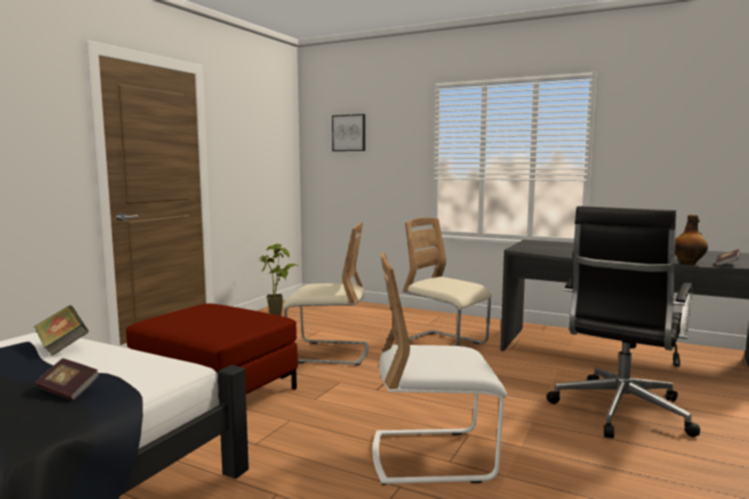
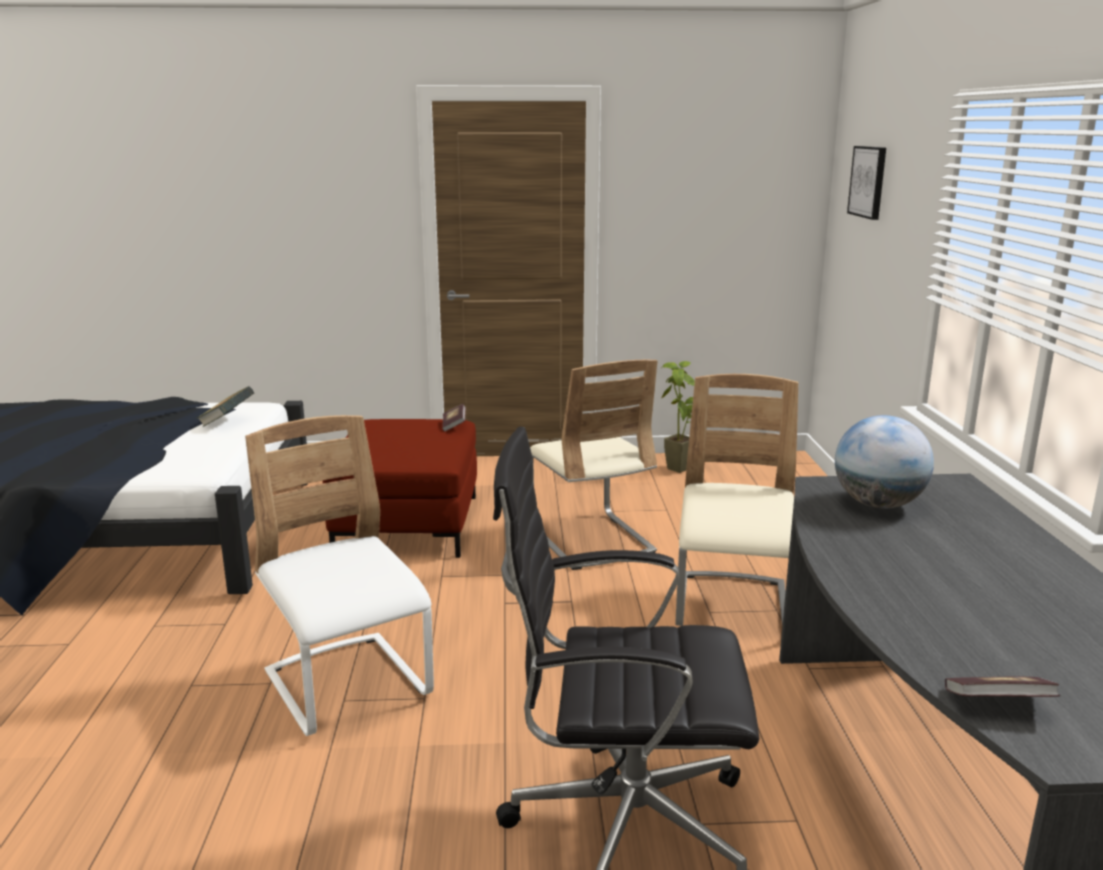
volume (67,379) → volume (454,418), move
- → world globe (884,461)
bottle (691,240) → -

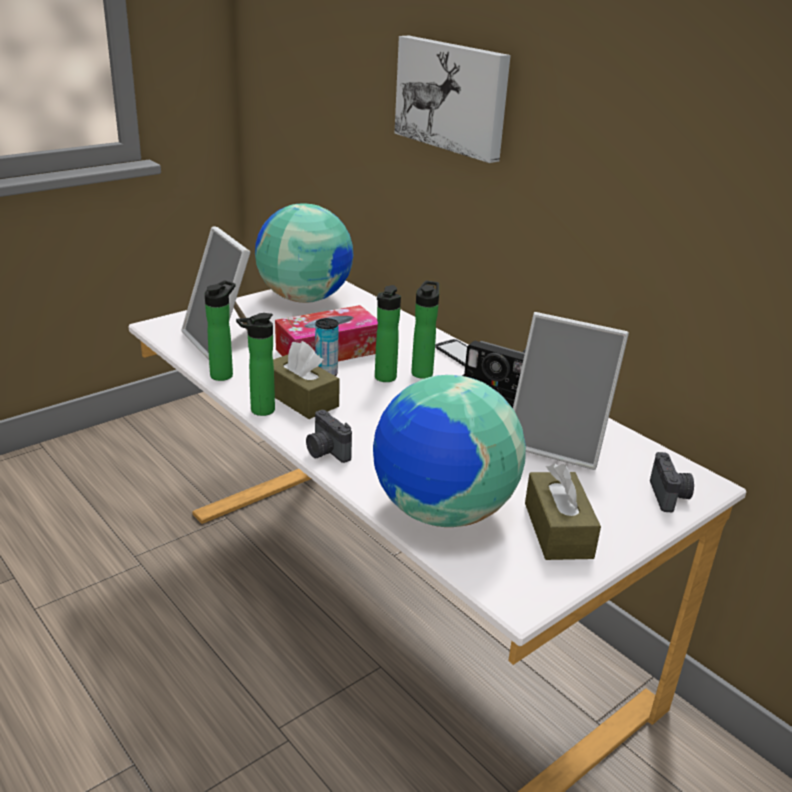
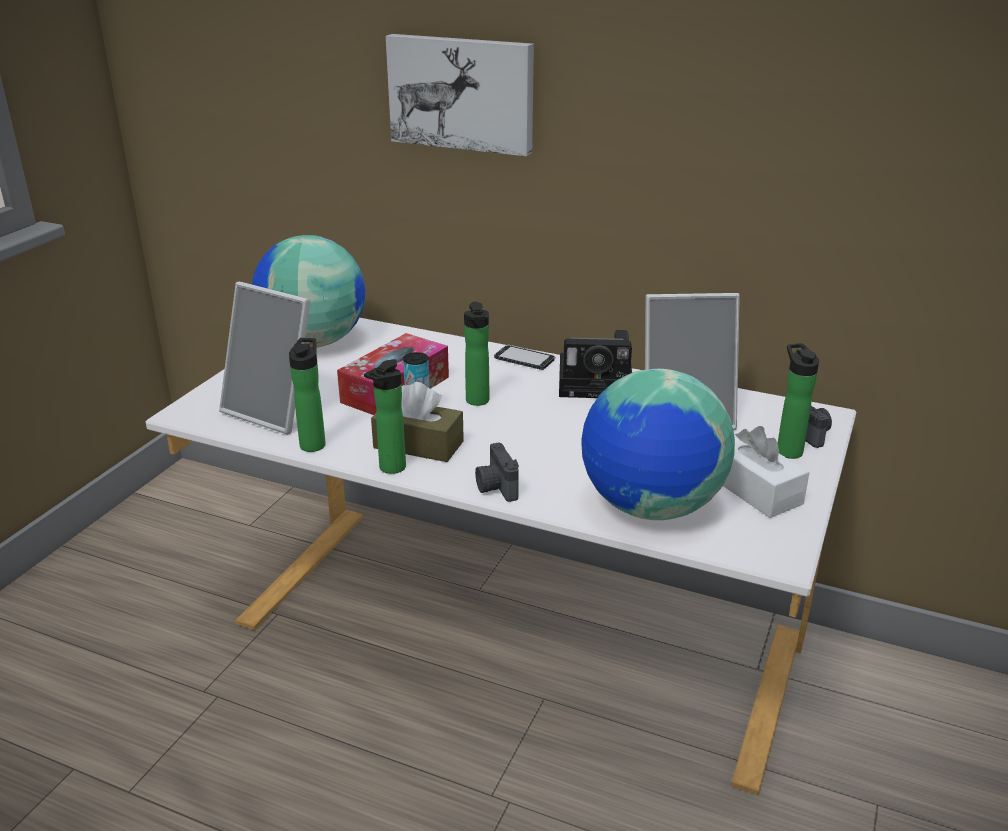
still camera (329,436) → still camera (497,472), 45 degrees clockwise
brownish tissue holder (563,512) → white-coloured tissue holder (766,472)
bottle (425,330) → bottle (798,401), move

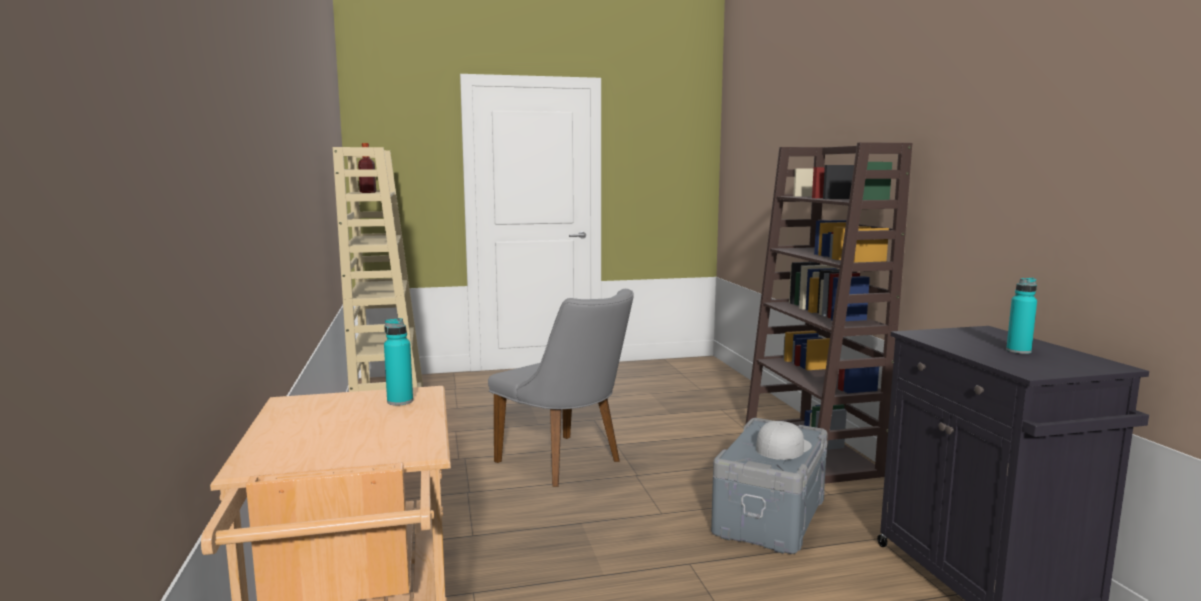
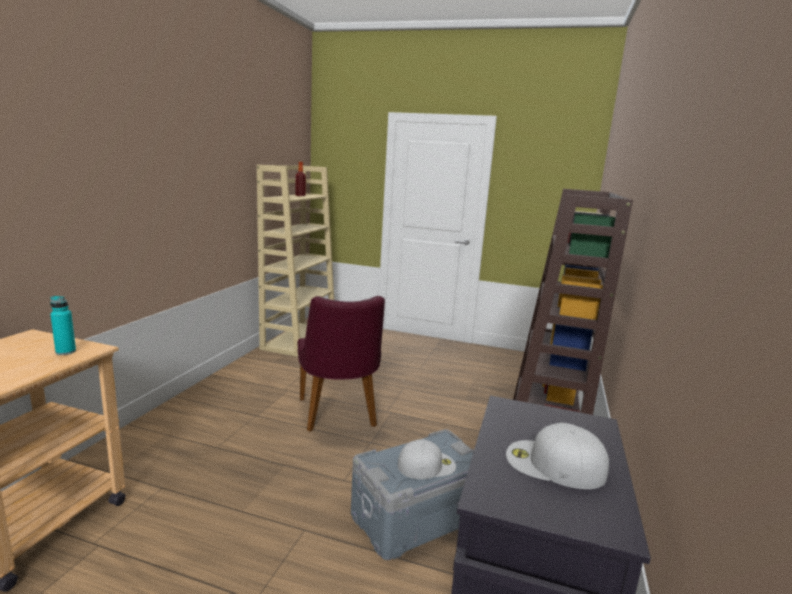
gray chair (561,388) → purple-coloured chair (341,364)
turquoise-coloured bottle (1021,316) → white-coloured cap (557,456)

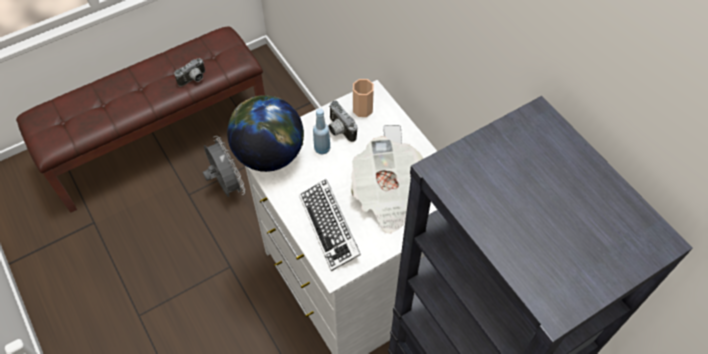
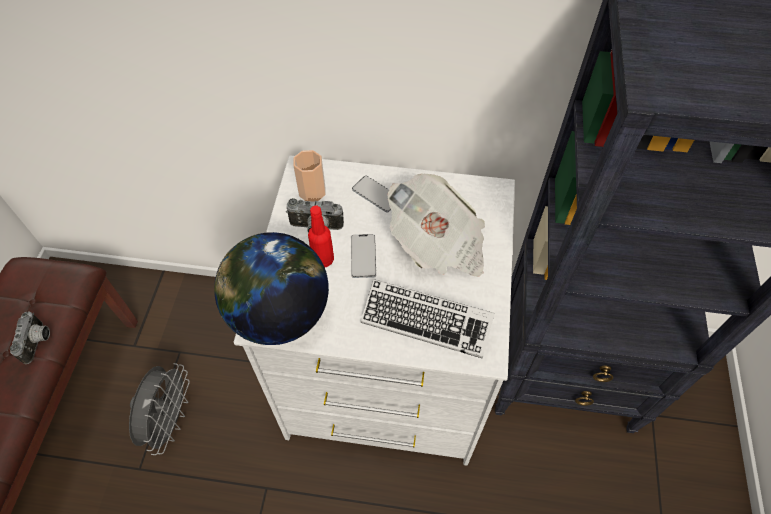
gray cooling fan (224,166) → gray cooling fan (159,409), 90 degrees clockwise
blue bottle (321,131) → reddish bottle (321,236)
- → phone (363,256)

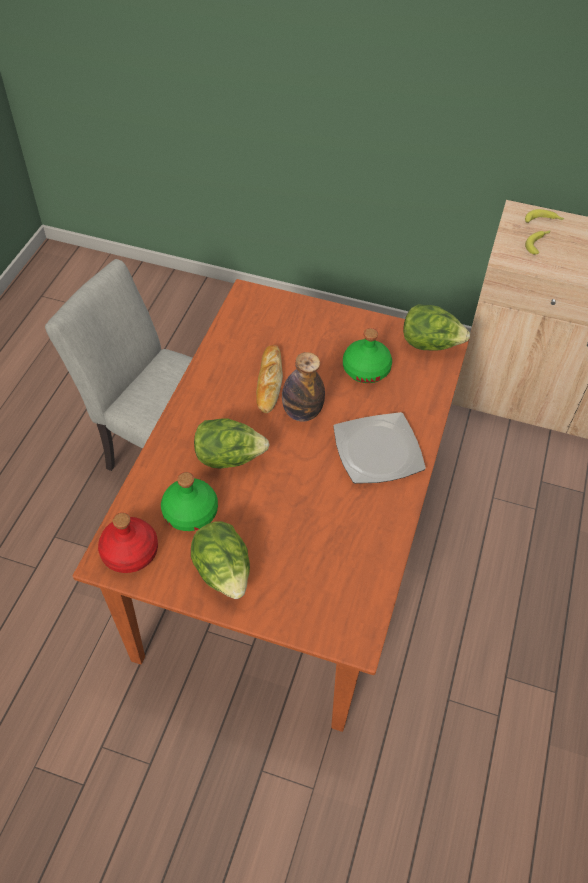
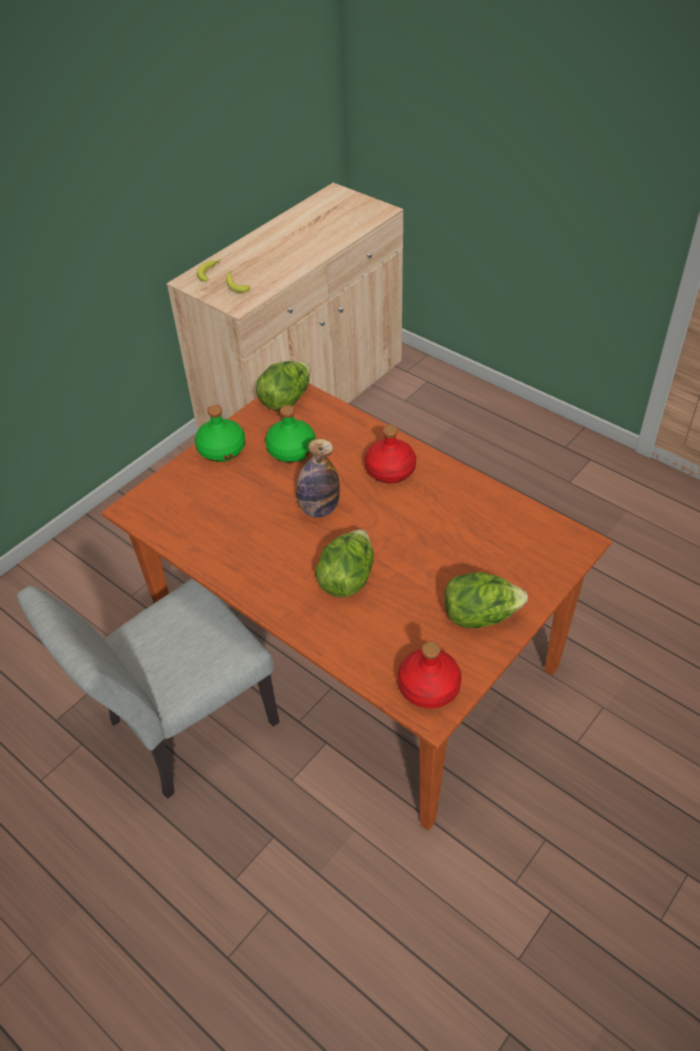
green-coloured bottle (189,501) → green-coloured bottle (220,433), move
dinner plate (379,448) → reddish bottle (390,454)
baked bread (269,379) → -

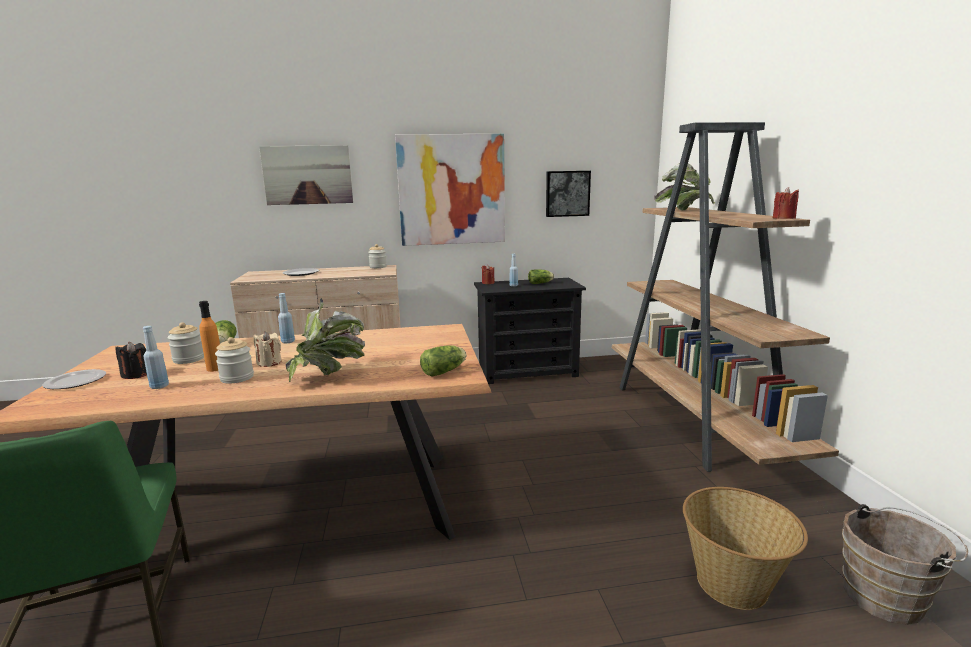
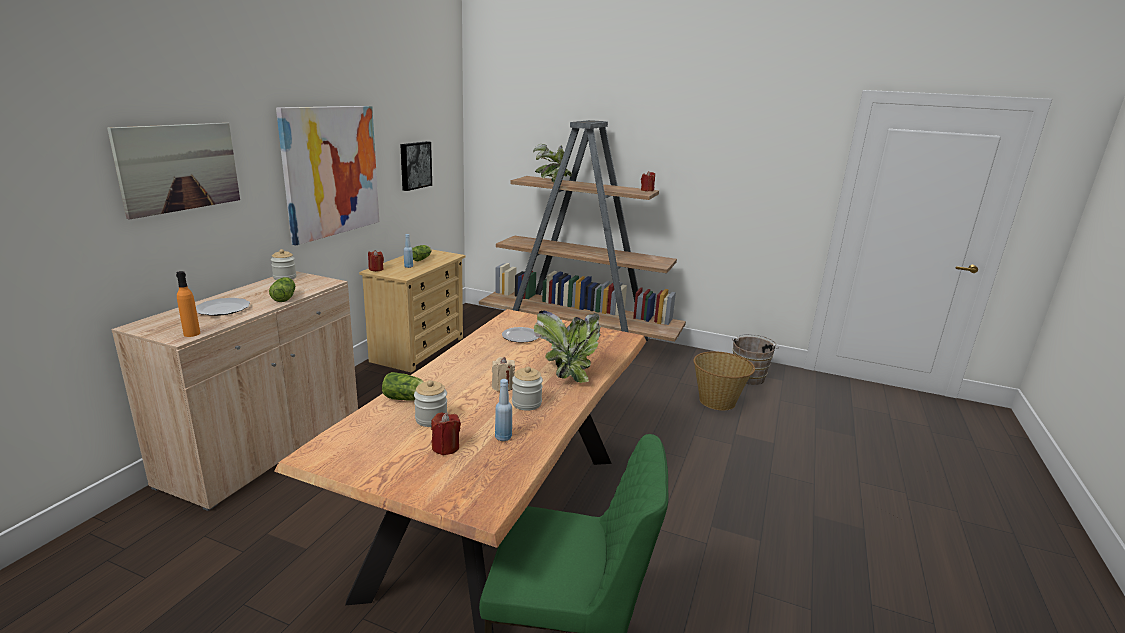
orange-coloured bottle (209,336) → orange-coloured bottle (188,304), move
head of lettuce (443,361) → head of lettuce (282,289), move
black dresser (530,331) → beige-coloured dresser (412,310)
black wax light (131,360) → reddish wax light (446,434)
dinner plate (74,379) → dinner plate (520,335), move
blue bottle (286,318) → -

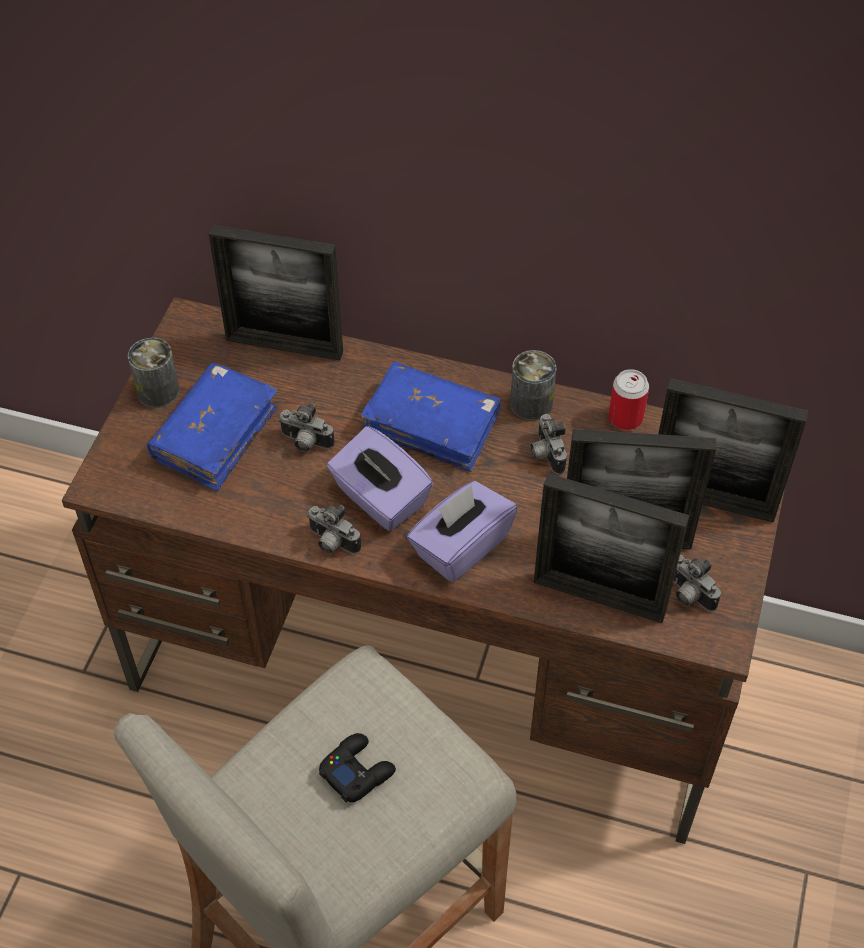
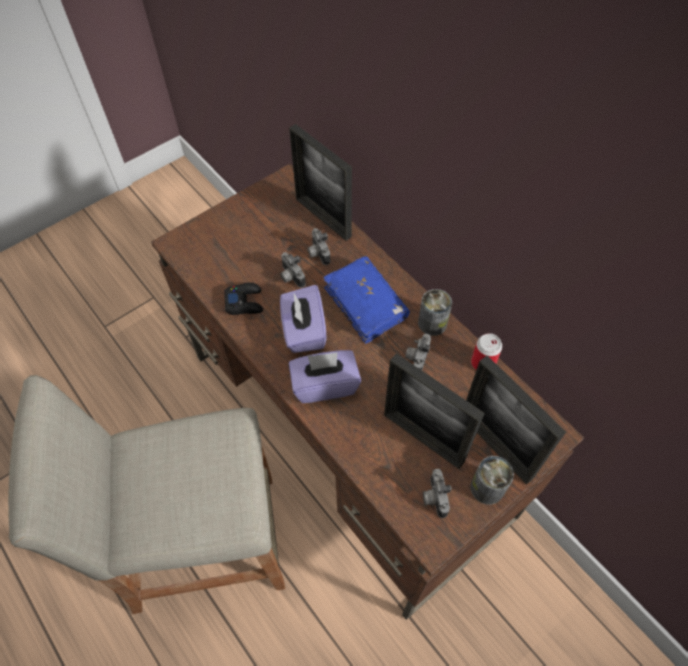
black game controller (357,767) → black game controller (243,299), move
still camera (334,529) → still camera (319,246), move
metal can (154,373) → metal can (492,480), move
blue volume (212,427) → -
photo frame (611,548) → -

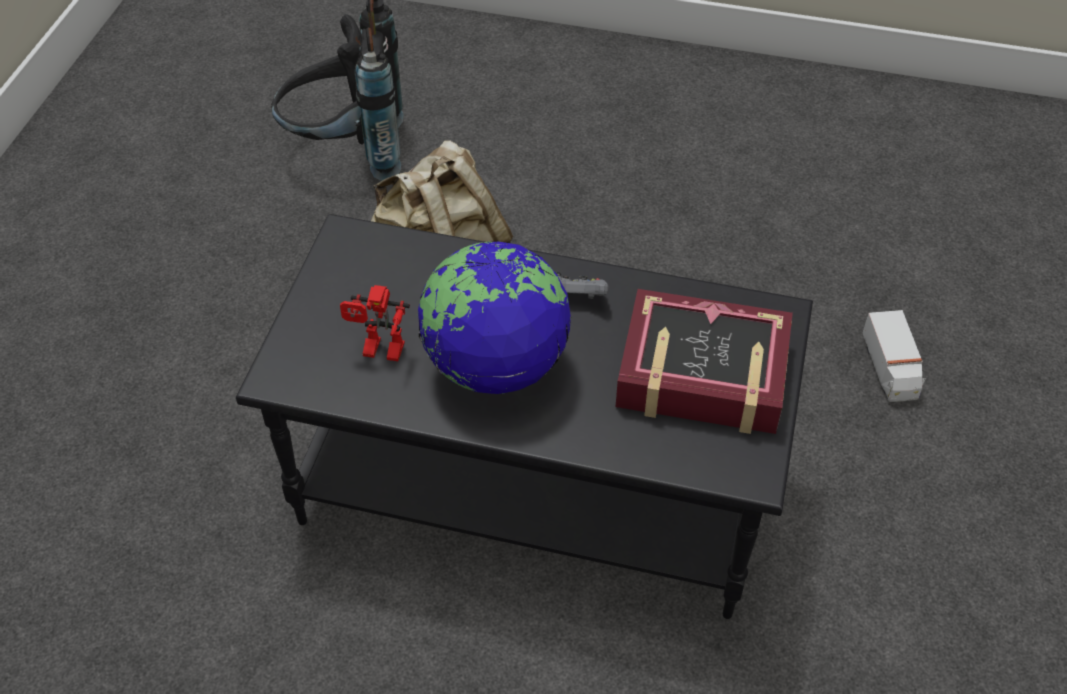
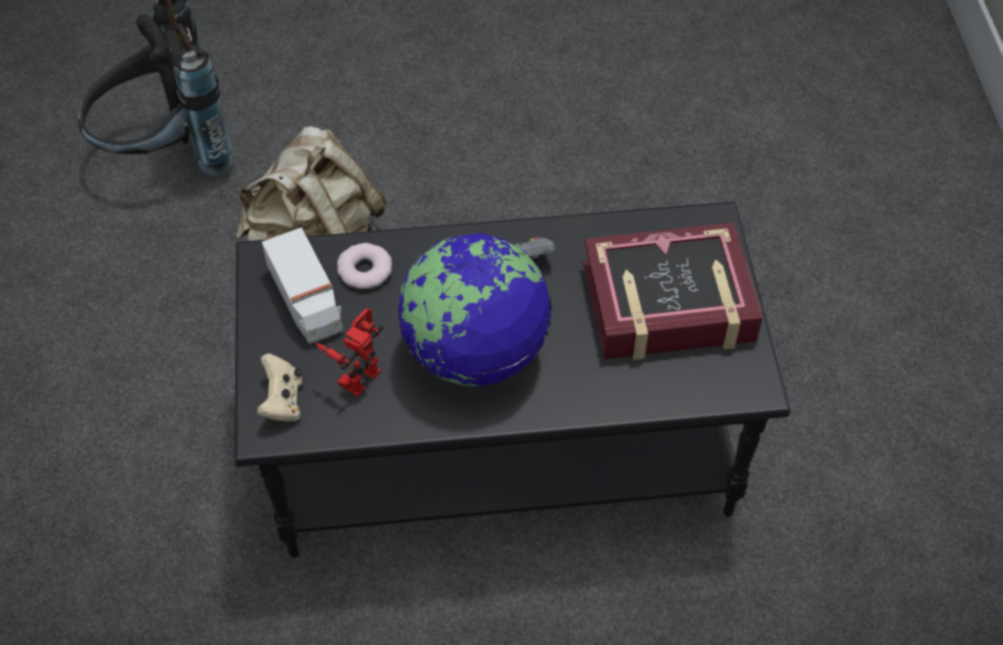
- → beige-coloured game controller (279,387)
toy lorry (894,356) → toy lorry (302,285), move
model robot (375,323) → model robot (349,352), 135 degrees clockwise
- → ring doughnut (364,266)

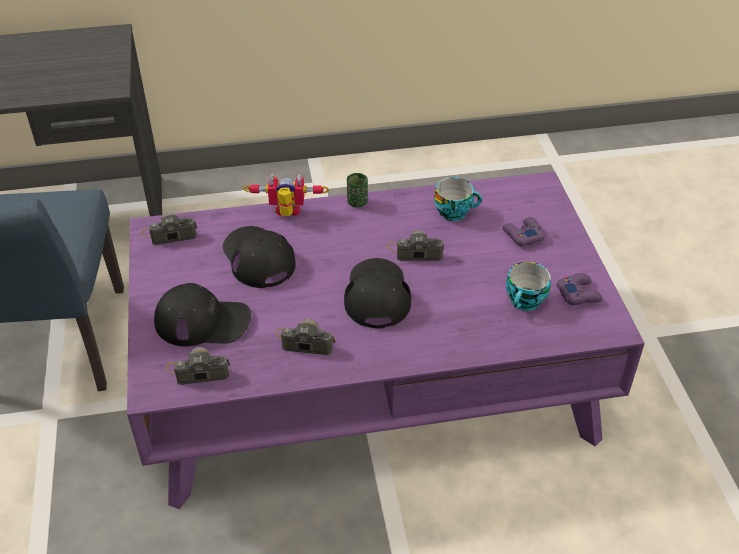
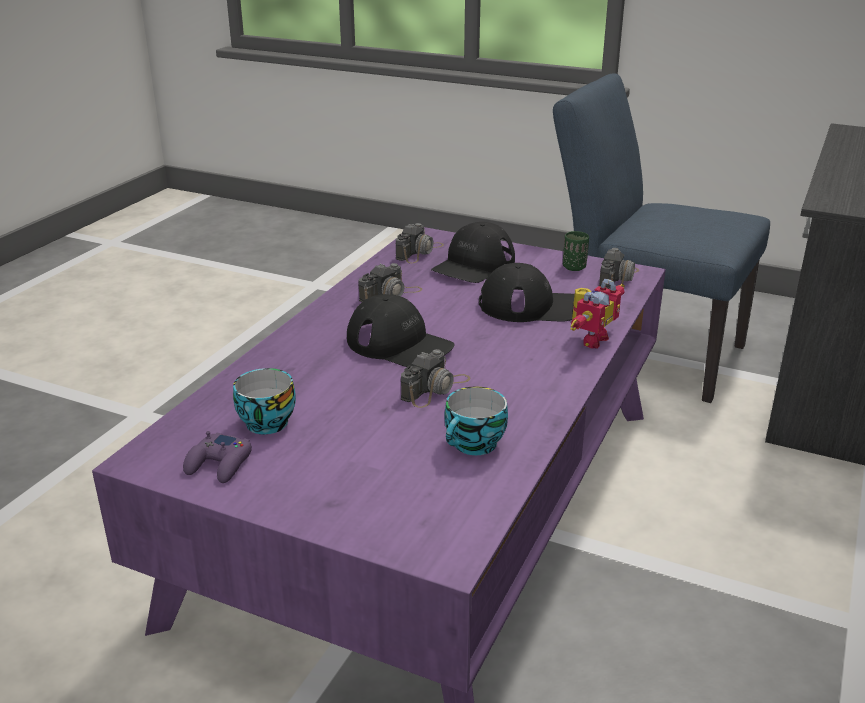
green-coloured drinking cup (357,190) → green-coloured drinking cup (576,251), move
purple-coloured game controller (523,231) → -

